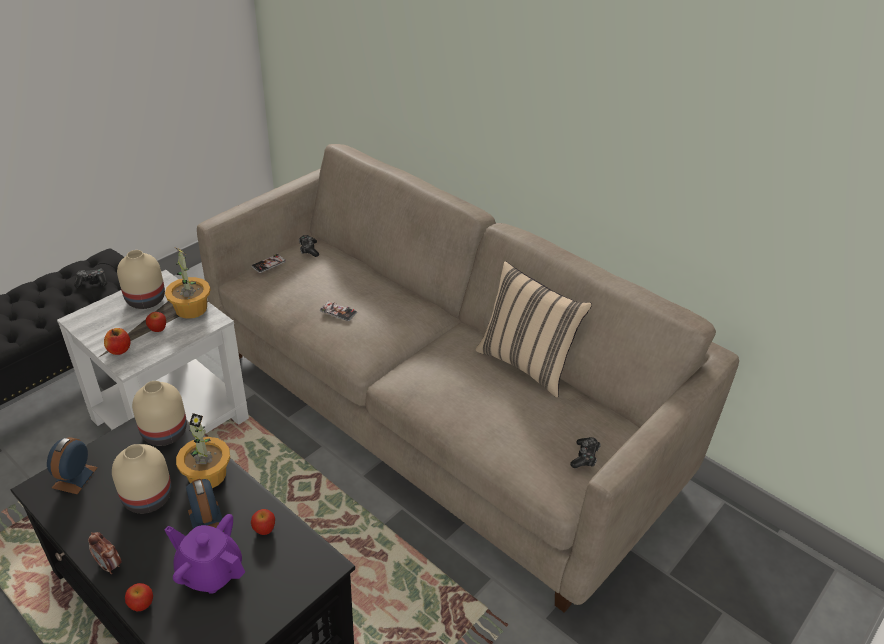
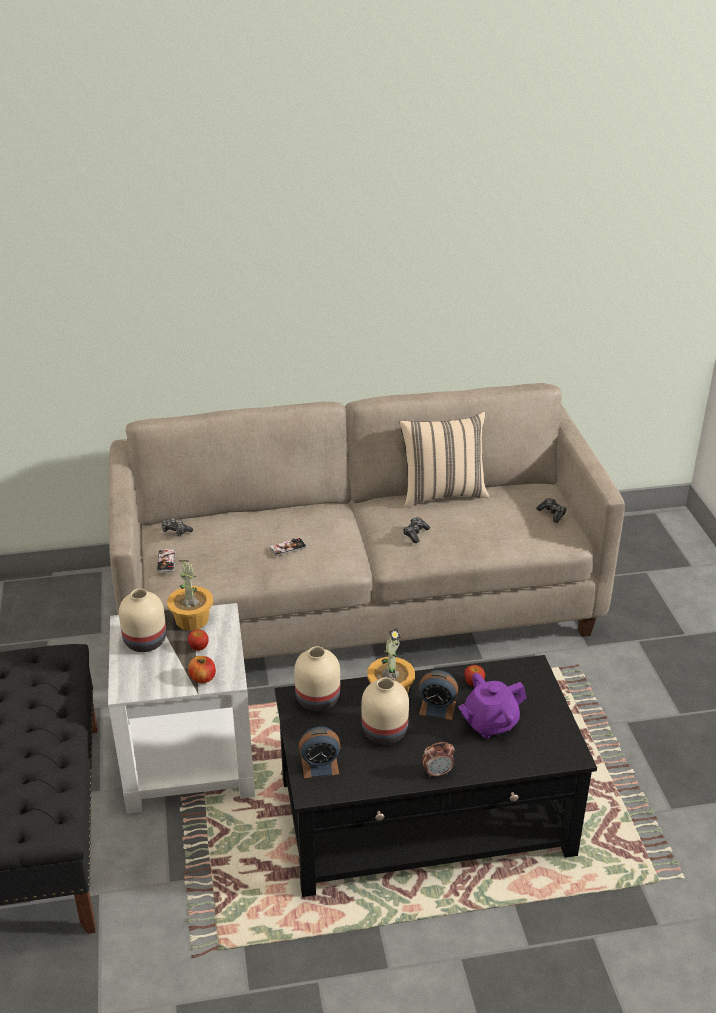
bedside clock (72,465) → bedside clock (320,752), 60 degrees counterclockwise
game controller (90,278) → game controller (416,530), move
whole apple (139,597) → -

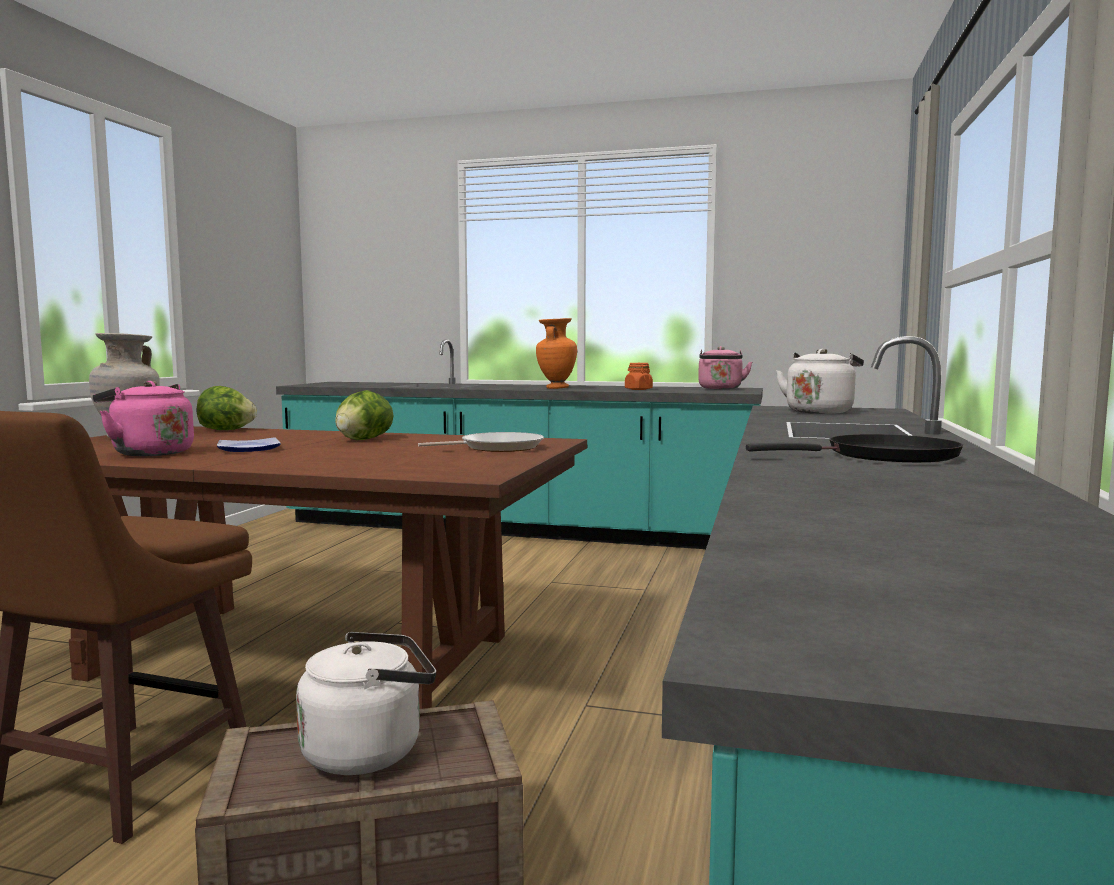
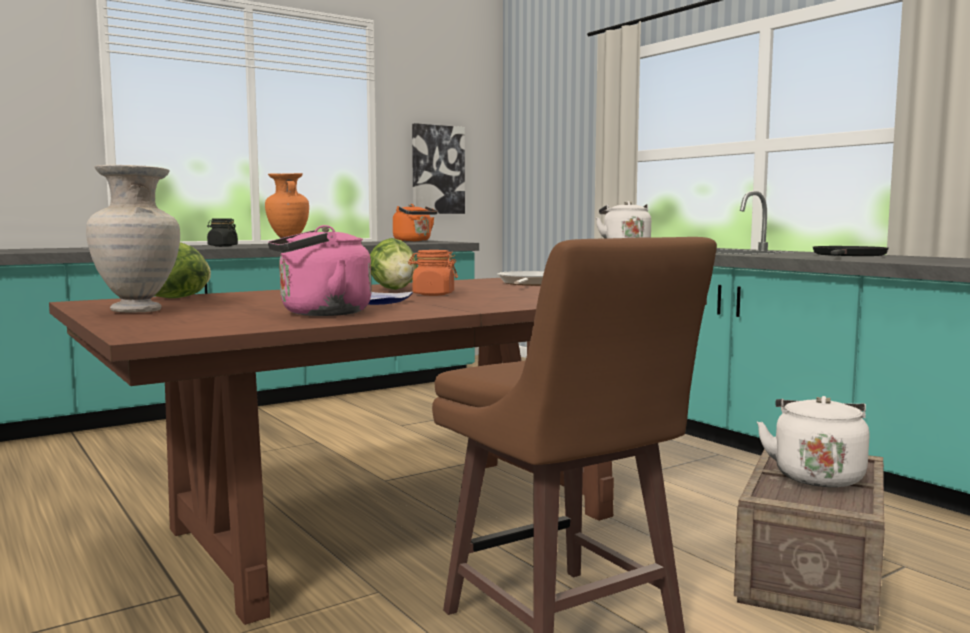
- → black preserve jar (222,233)
pinkish kettle (725,367) → orange-coloured kettle (415,223)
orange-coloured preserve jar (639,376) → orange-coloured preserve jar (433,273), move
- → wall picture (438,168)

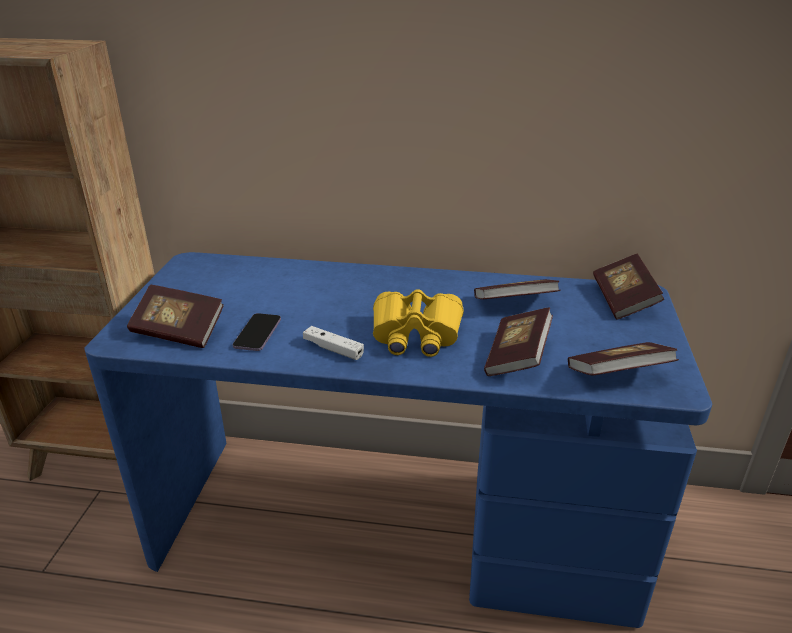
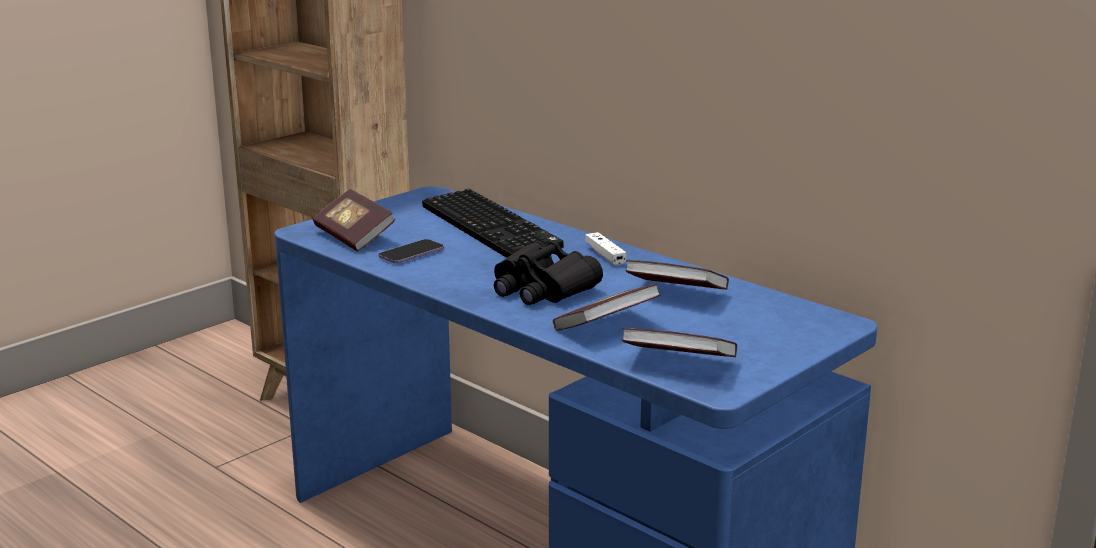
- → PC keyboard (493,223)
yellow pair of binoculars (418,323) → black pair of binoculars (548,273)
white-coloured game controller (333,343) → white-coloured game controller (605,249), move
volume (628,286) → -

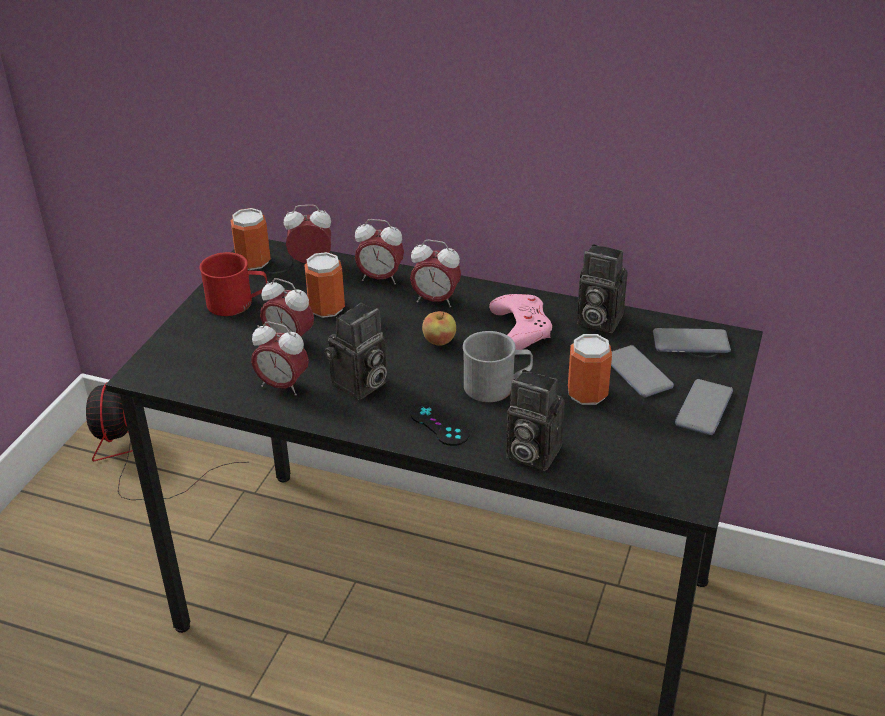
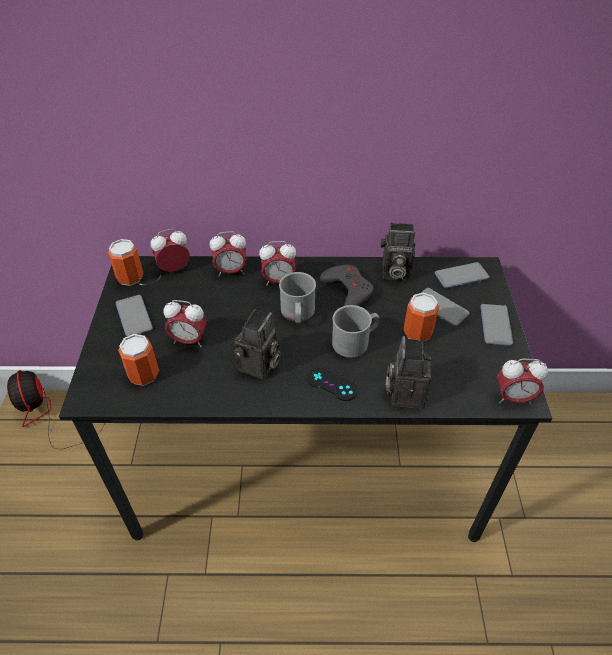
reddish mug (233,284) → phone (134,316)
metal can (324,285) → metal can (138,360), move
whole apple (439,328) → gray mug (297,297)
pinkish game controller (520,322) → gray game controller (347,286)
still camera (535,420) → still camera (408,372), 90 degrees clockwise
bedside clock (280,359) → bedside clock (522,381), move

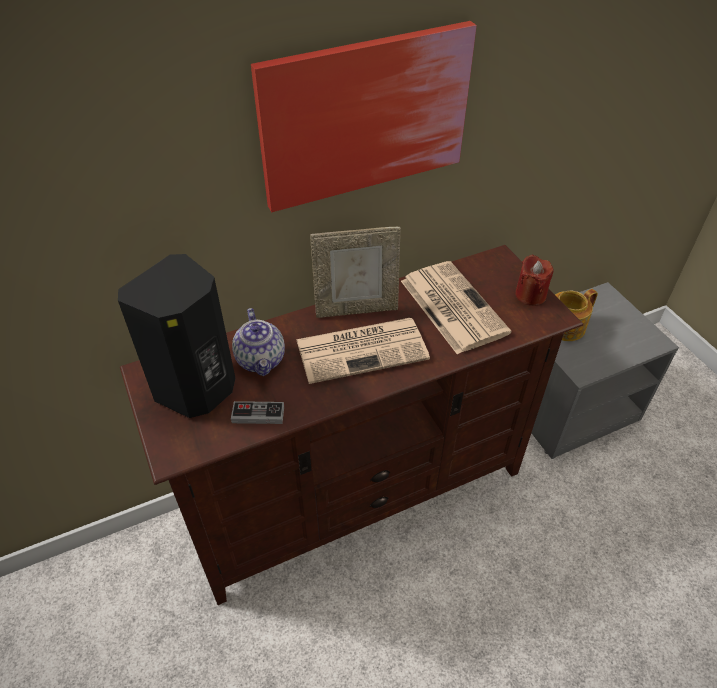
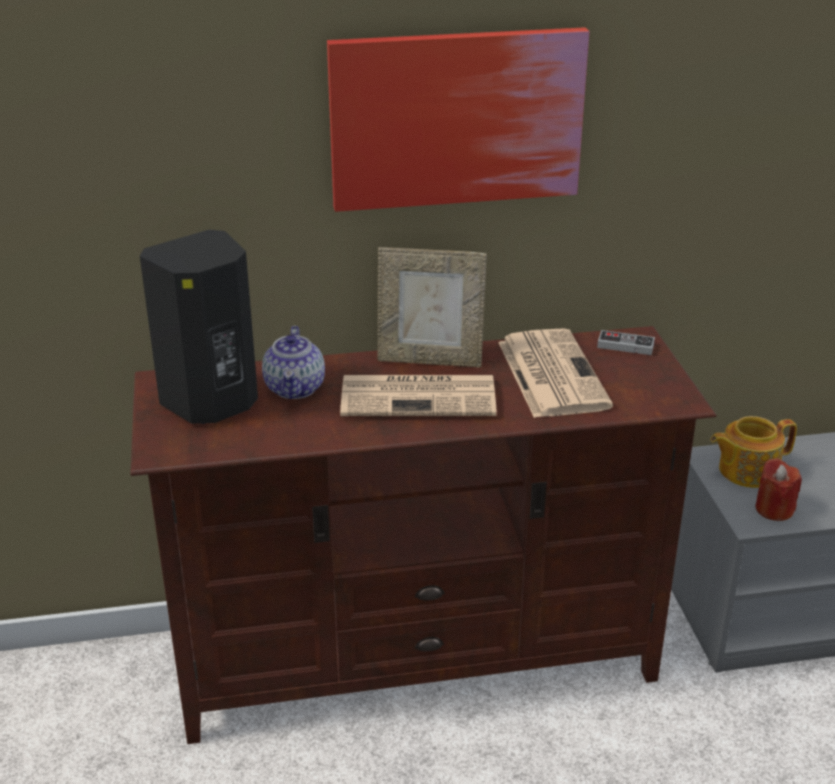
game controller (257,412) → game controller (626,342), move
reddish wax light (534,280) → reddish wax light (778,489), move

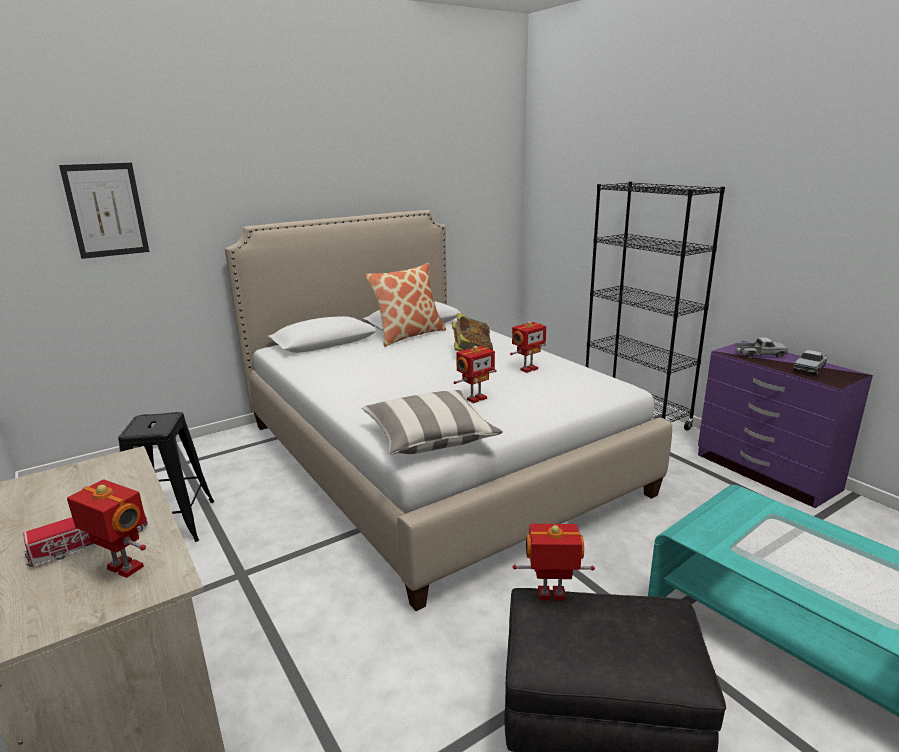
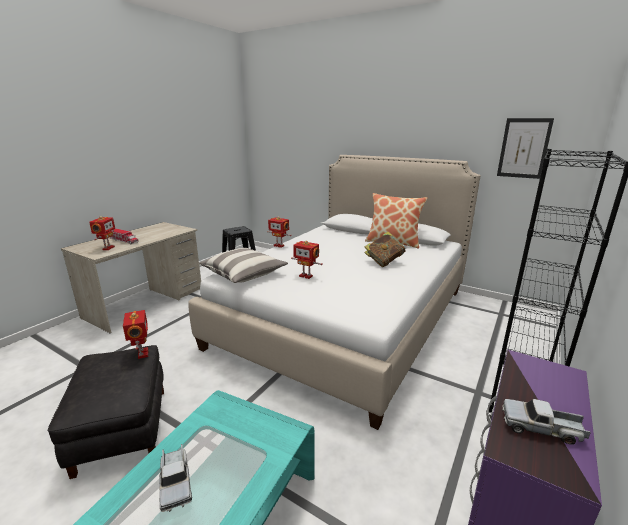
toy lorry (761,347) → toy lorry (175,478), move
model robot (528,347) → model robot (279,232), move
wall picture (104,211) → wall picture (525,148), move

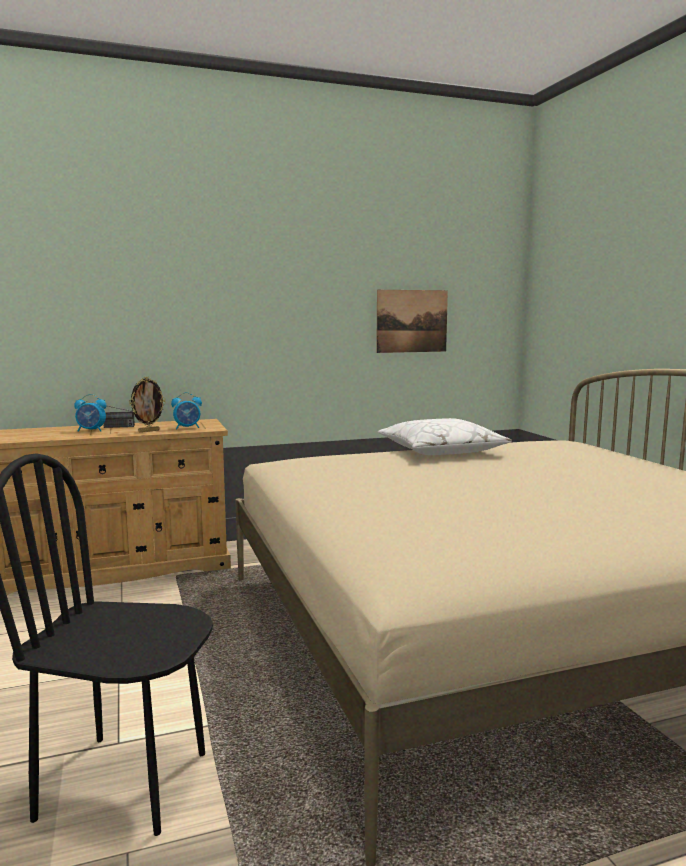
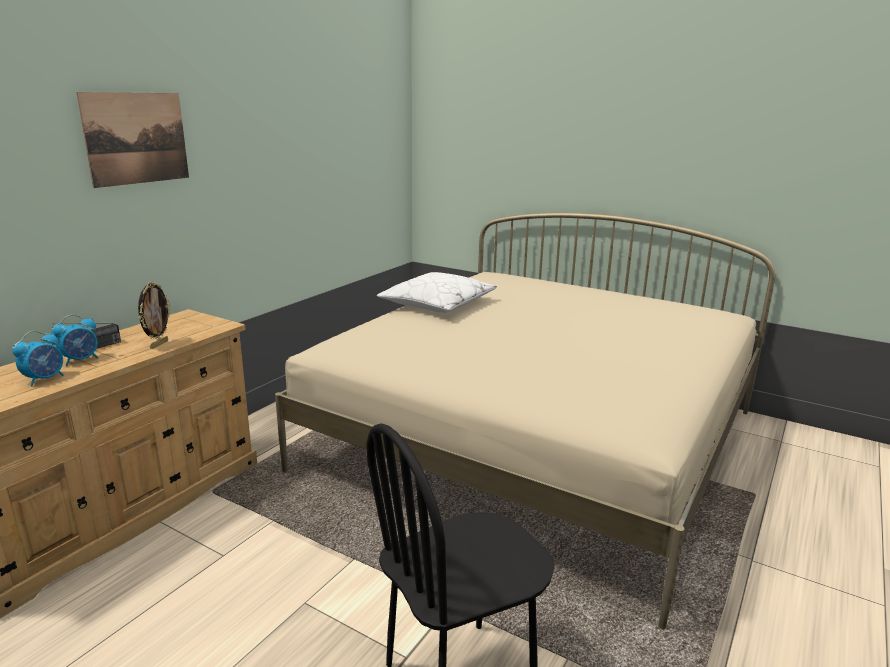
bedside clock (186,410) → bedside clock (38,358), move
wall picture (412,321) → wall picture (133,140), move

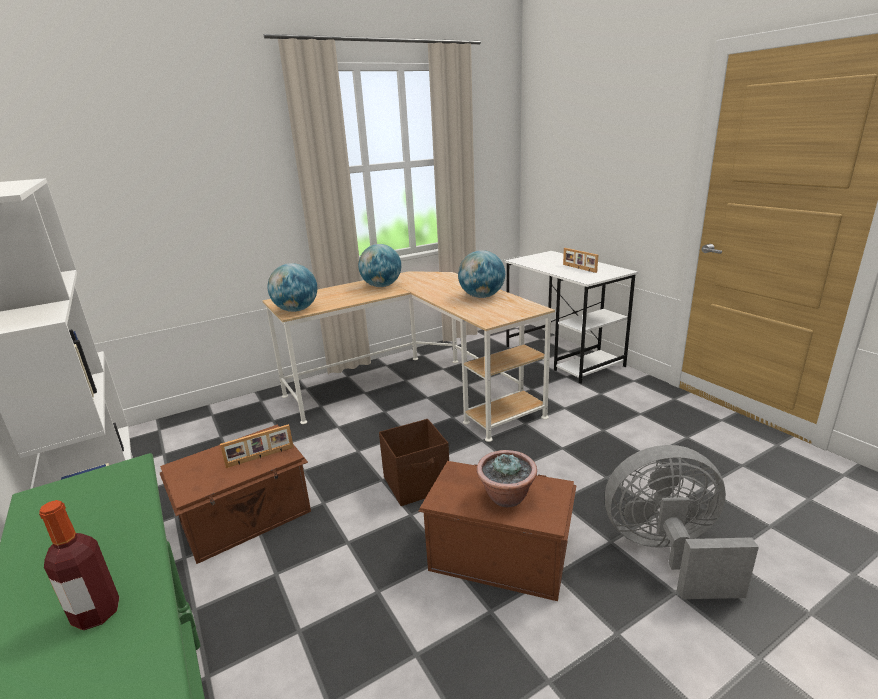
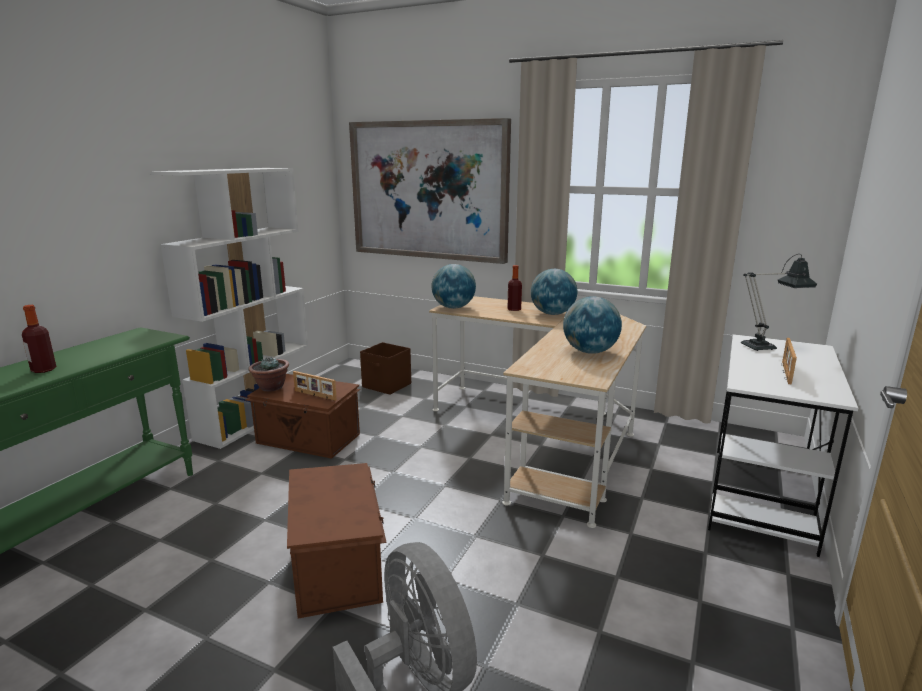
potted plant (507,478) → potted plant (268,374), move
- → wall picture (430,191)
brownish storage bin (414,462) → brownish storage bin (385,368), move
- → bottle (515,288)
- → lamp for a table (779,302)

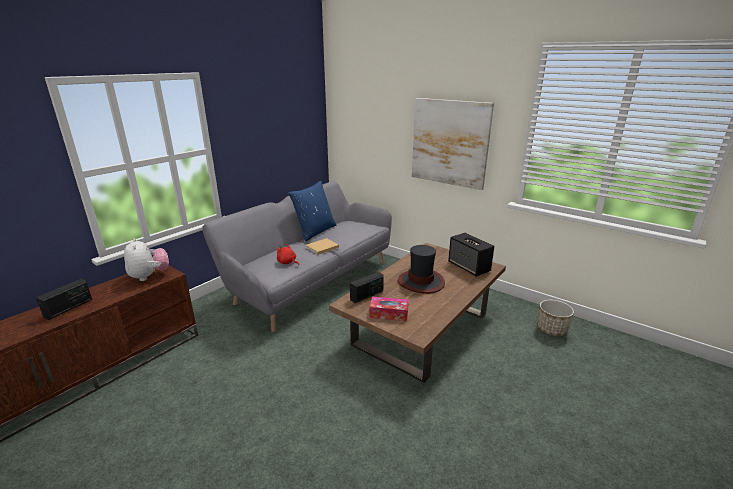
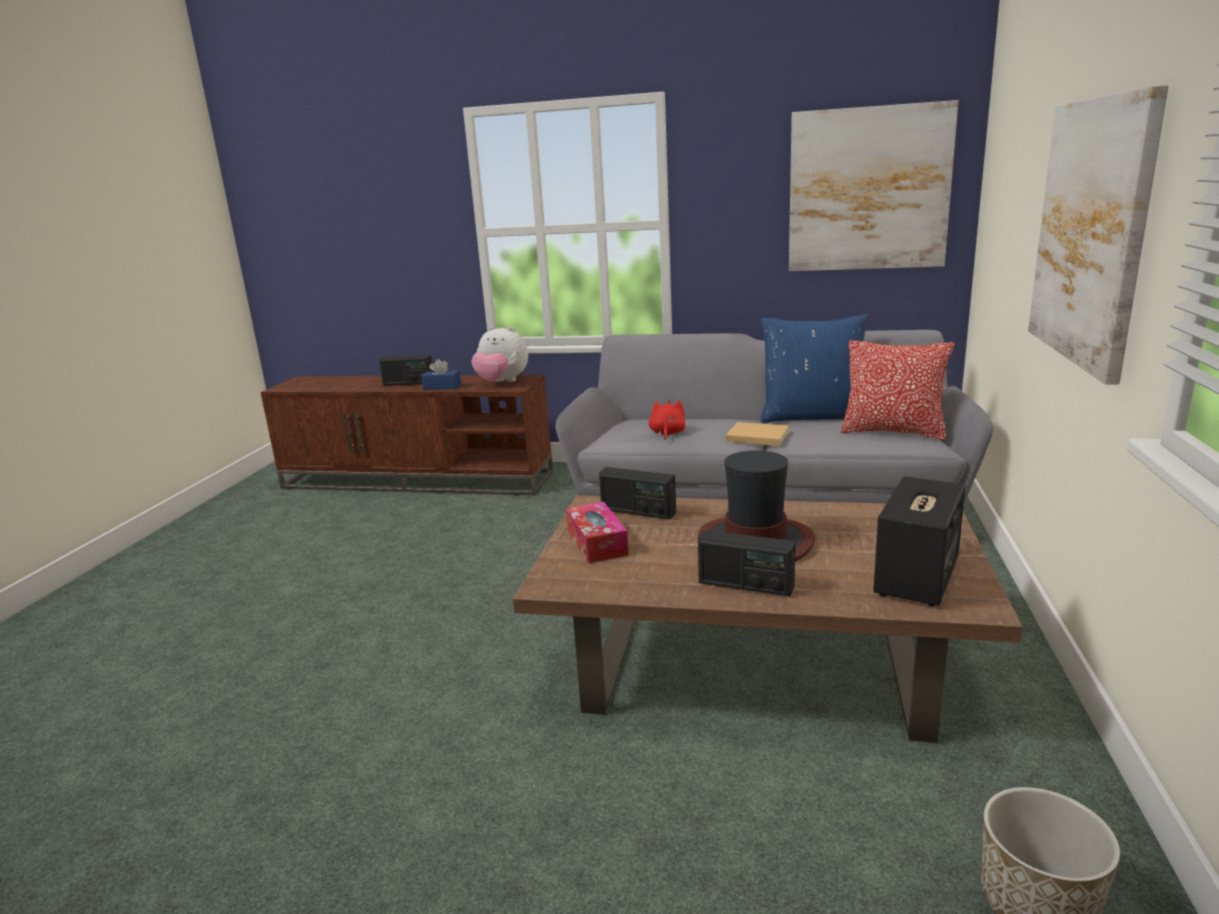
- → blue tissue holder (441,374)
soft toy (146,259) → soft toy (499,354), 75 degrees clockwise
- → radio (747,563)
- → wall picture (873,185)
- → cushion (897,390)

